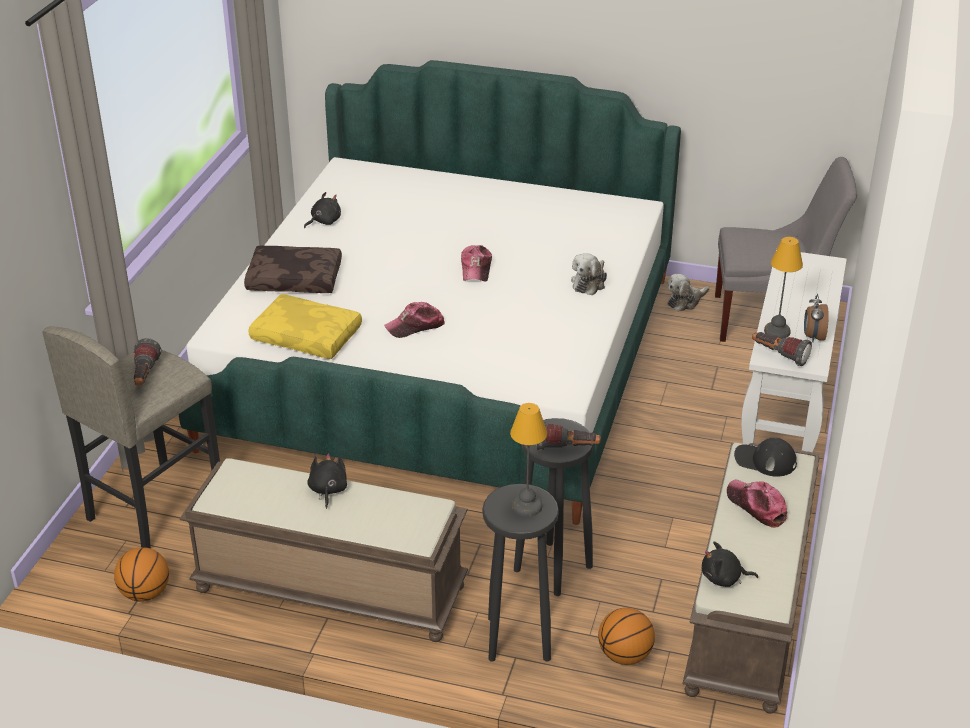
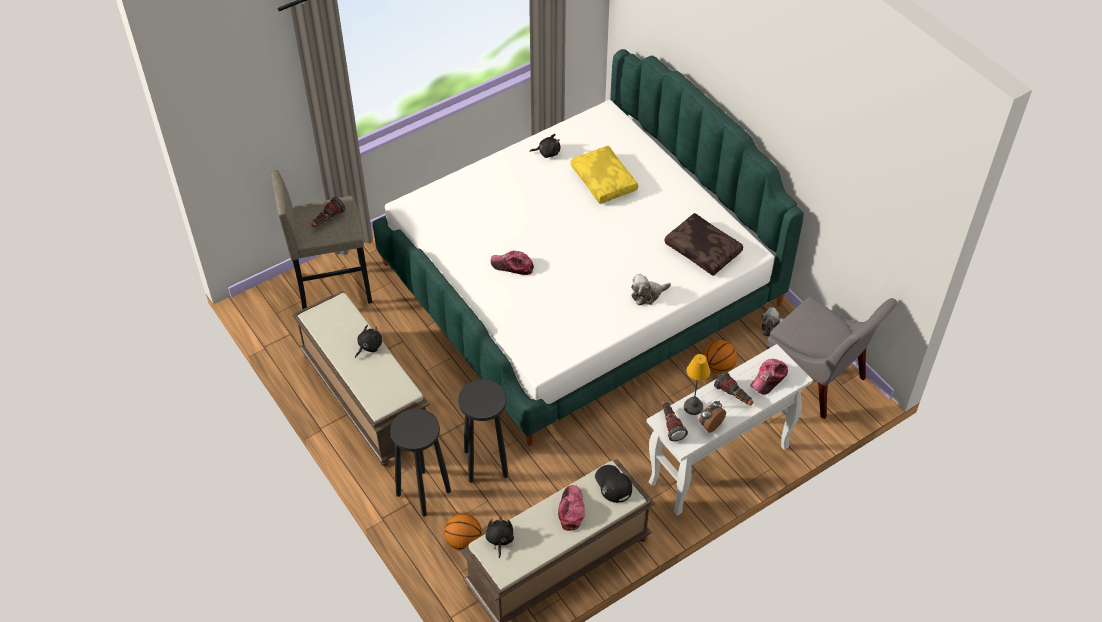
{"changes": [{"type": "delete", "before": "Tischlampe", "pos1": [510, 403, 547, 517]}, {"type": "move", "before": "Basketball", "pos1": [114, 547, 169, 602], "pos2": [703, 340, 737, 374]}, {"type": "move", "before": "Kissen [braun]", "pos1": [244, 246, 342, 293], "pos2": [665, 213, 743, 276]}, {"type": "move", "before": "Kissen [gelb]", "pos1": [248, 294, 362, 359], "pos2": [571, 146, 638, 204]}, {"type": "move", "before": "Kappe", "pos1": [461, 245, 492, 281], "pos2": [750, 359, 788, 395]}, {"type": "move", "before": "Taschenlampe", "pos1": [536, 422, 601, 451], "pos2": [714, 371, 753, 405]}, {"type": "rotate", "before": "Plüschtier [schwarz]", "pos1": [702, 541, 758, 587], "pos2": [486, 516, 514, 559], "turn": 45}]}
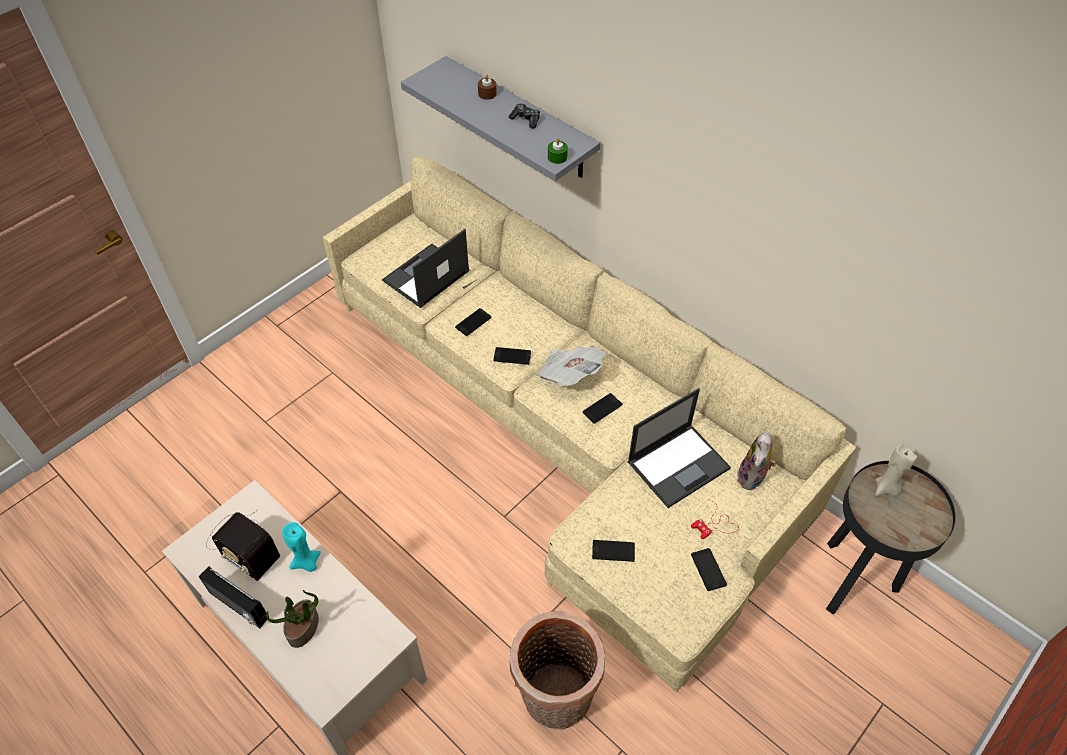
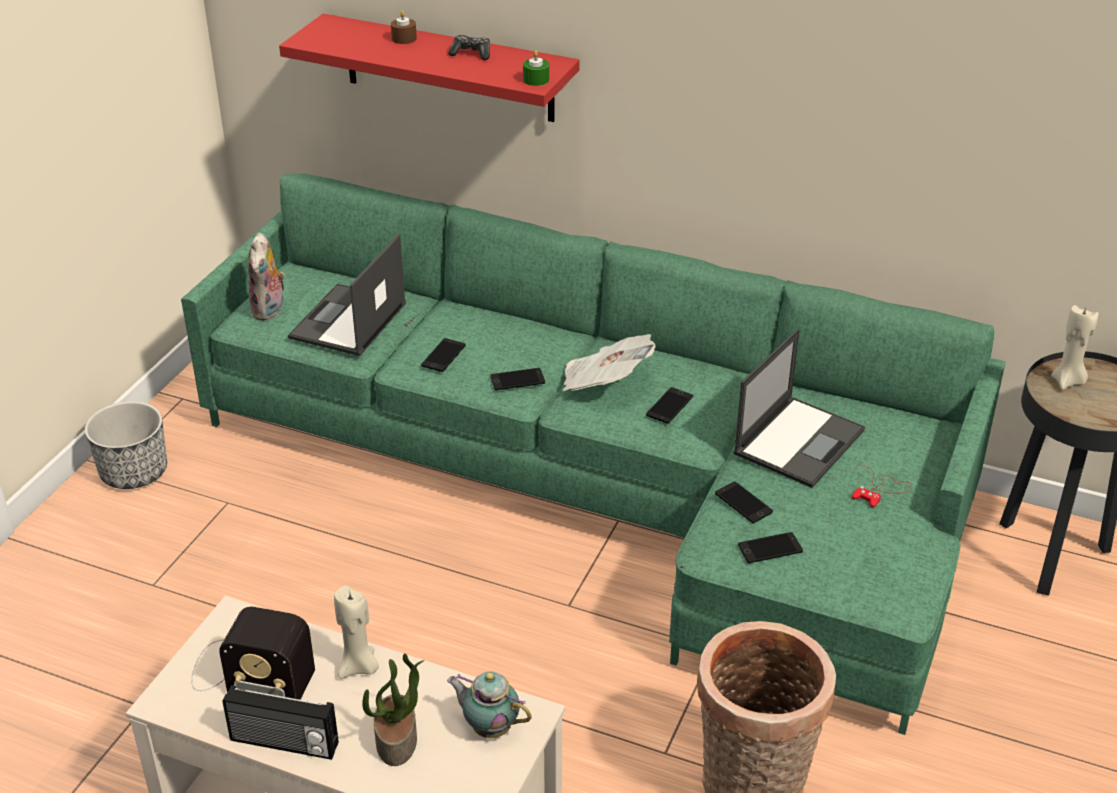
{"changes": [{"type": "insert", "after": "Pflanzkübel", "pos2": [85, 401, 167, 489]}, {"type": "insert", "after": "Teekanne", "pos2": [447, 671, 532, 738]}, {"type": "move", "before": "Handy", "pos1": [691, 548, 727, 591], "pos2": [715, 482, 773, 523]}, {"type": "move", "before": "Plüschtier", "pos1": [737, 432, 776, 490], "pos2": [248, 233, 285, 321]}, {"type": "recolor", "before": "Kerze [türkis]", "after": "Kerze [beige]", "pos1": [282, 522, 321, 572], "pos2": [334, 586, 379, 679]}, {"type": "recolor", "before": "Sofa [beige]", "after": "Sofa [grün]", "pos1": [322, 156, 856, 692], "pos2": [181, 173, 1005, 735]}, {"type": "recolor", "before": "Wandregal [grau]", "after": "Wandregal [rot]", "pos1": [401, 56, 600, 182], "pos2": [279, 14, 579, 122]}]}
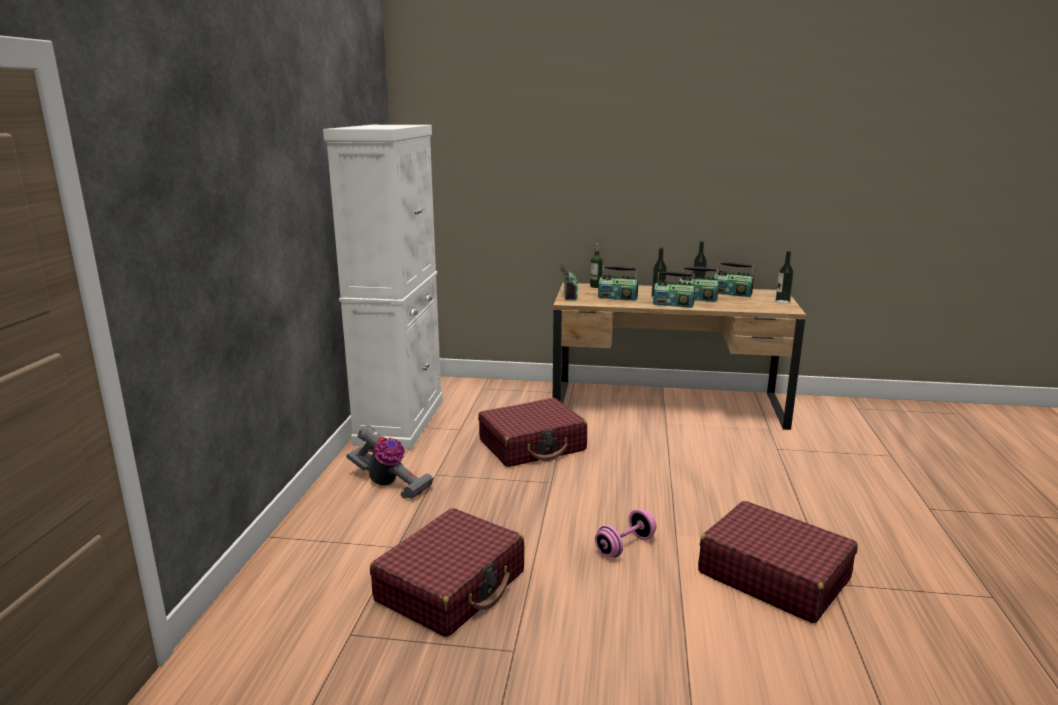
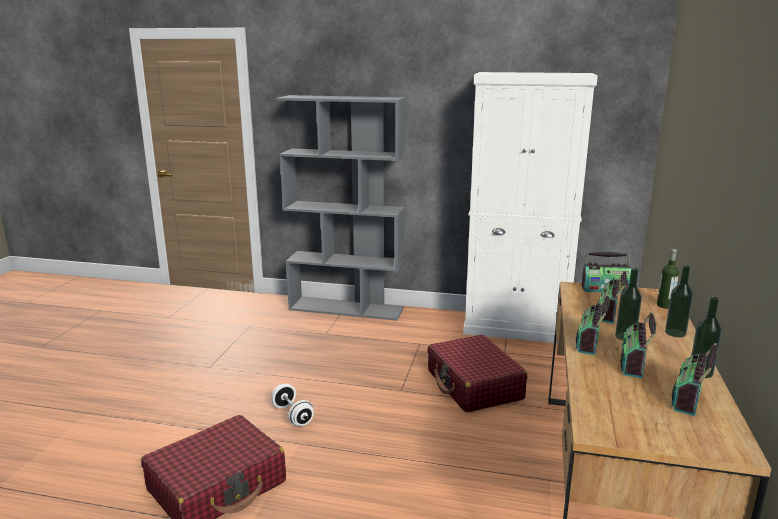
{"changes": [{"type": "delete", "before": "Staubsauger", "pos1": [346, 425, 434, 499]}, {"type": "delete", "before": "Koffer [rot]", "pos1": [370, 508, 524, 637]}, {"type": "insert", "after": "Bücherregal [grau]", "pos2": [276, 95, 406, 321]}, {"type": "move", "before": "Flasche", "pos1": [775, 251, 794, 304], "pos2": [665, 265, 693, 337]}, {"type": "recolor", "before": "Hantel [rosa]", "after": "Hantel [weiß]", "pos1": [595, 509, 656, 558], "pos2": [272, 384, 314, 426]}]}
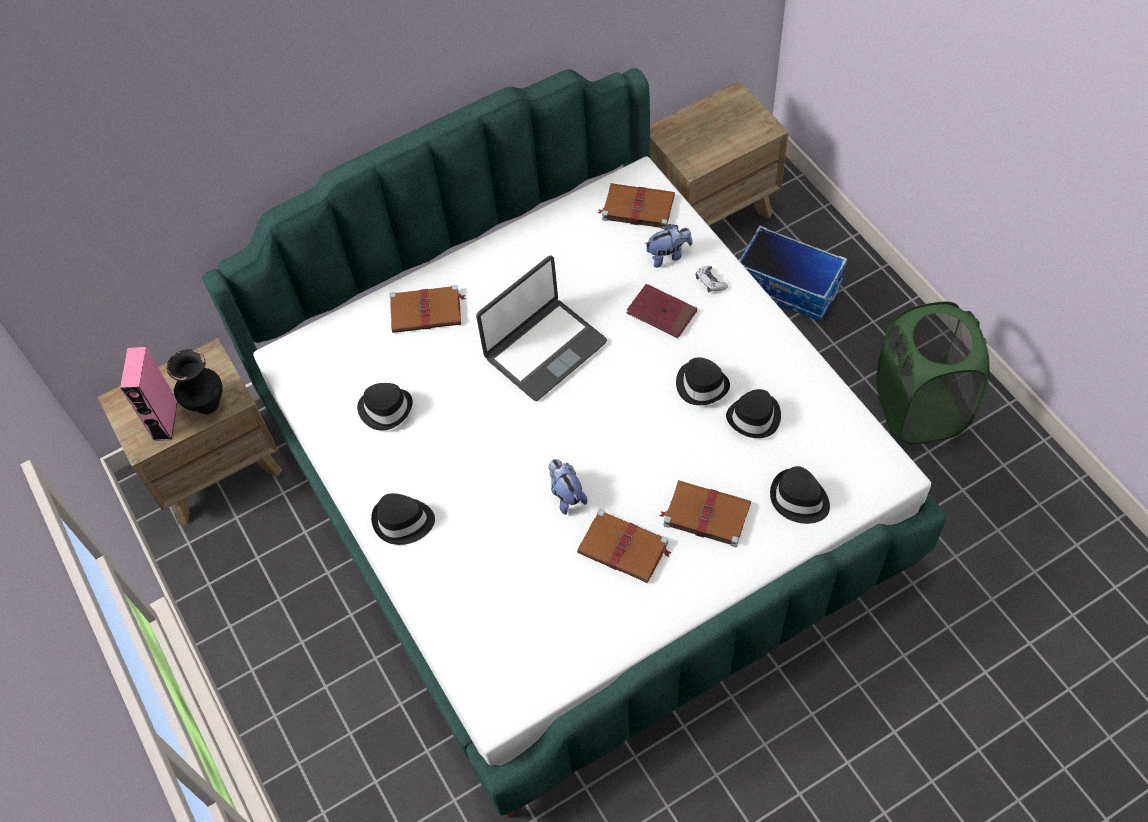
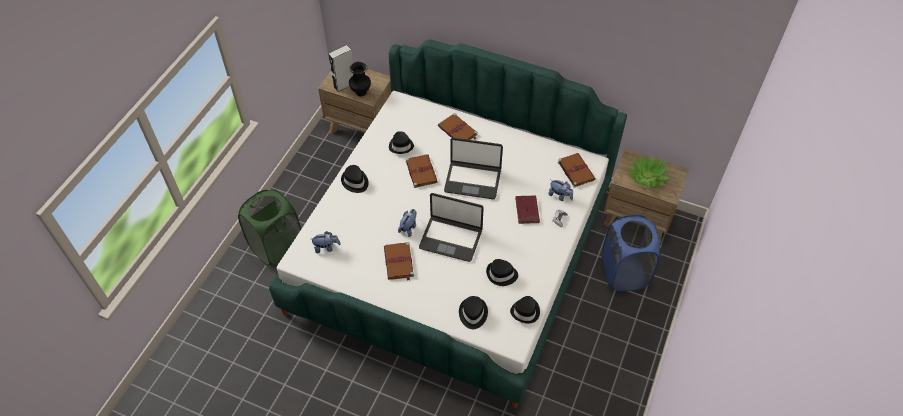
{"changes": [{"type": "insert", "after": "Plüschtier", "pos2": [312, 231, 341, 253]}, {"type": "insert", "after": "Laptop", "pos2": [419, 193, 484, 262]}, {"type": "insert", "after": "Topfpflanze", "pos2": [627, 155, 671, 188]}, {"type": "move", "before": "Buch [braun]", "pos1": [659, 480, 751, 547], "pos2": [406, 154, 438, 188]}, {"type": "move", "before": "Hut [schwarz]", "pos1": [676, 357, 730, 405], "pos2": [510, 296, 540, 323]}, {"type": "move", "before": "Wäschekorb [grün]", "pos1": [877, 302, 990, 444], "pos2": [238, 190, 301, 266]}, {"type": "replace", "before": "Aufbewahrungsbox", "after": "Wäschekorb [blau]", "pos1": [739, 225, 848, 322], "pos2": [602, 215, 661, 291]}, {"type": "recolor", "before": "Lautsprecher [rosa]", "after": "Lautsprecher [grau]", "pos1": [120, 347, 178, 441], "pos2": [328, 45, 353, 92]}]}
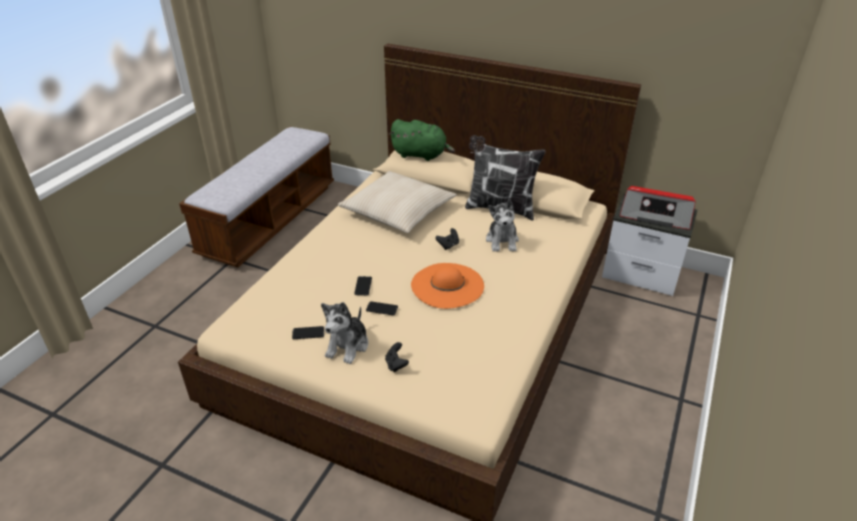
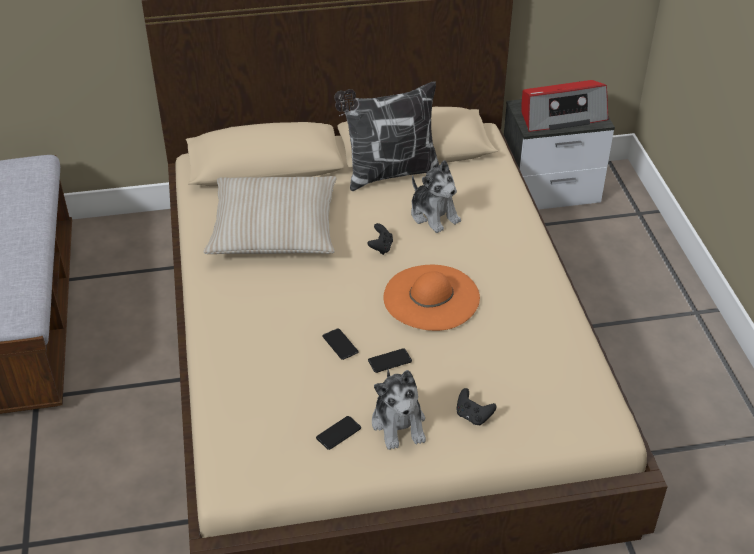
{"changes": [{"type": "delete", "before": "Plüschtier [grün]", "pos1": [389, 119, 455, 161]}]}
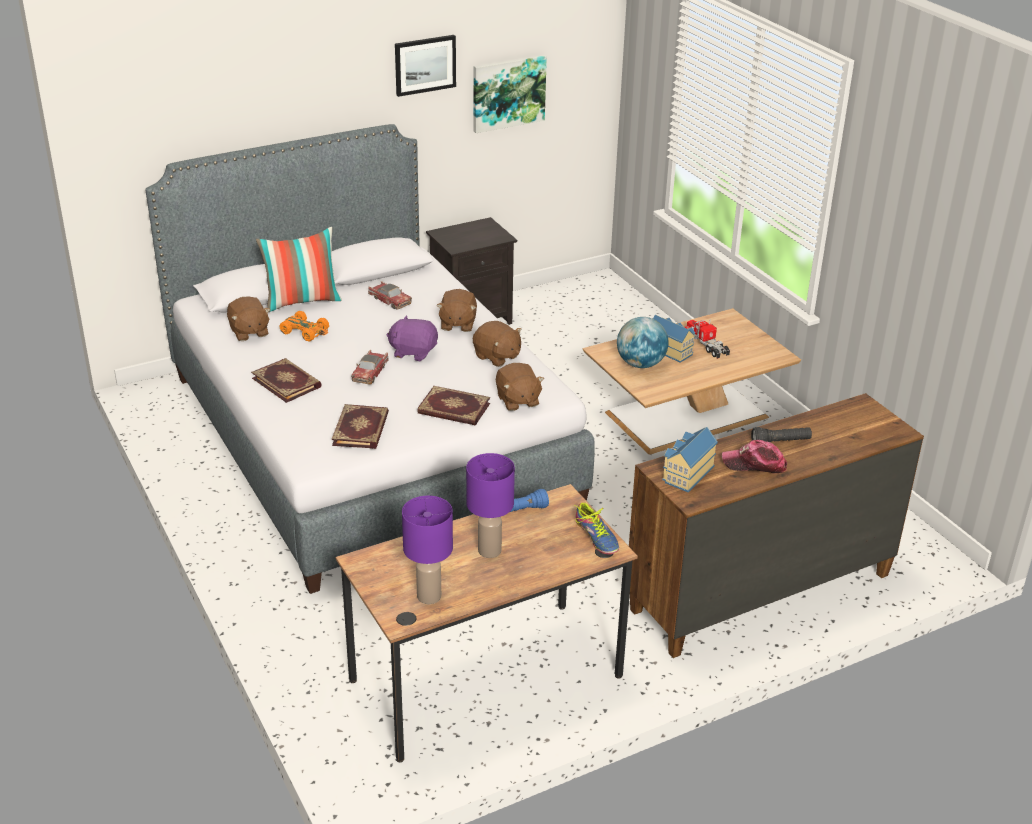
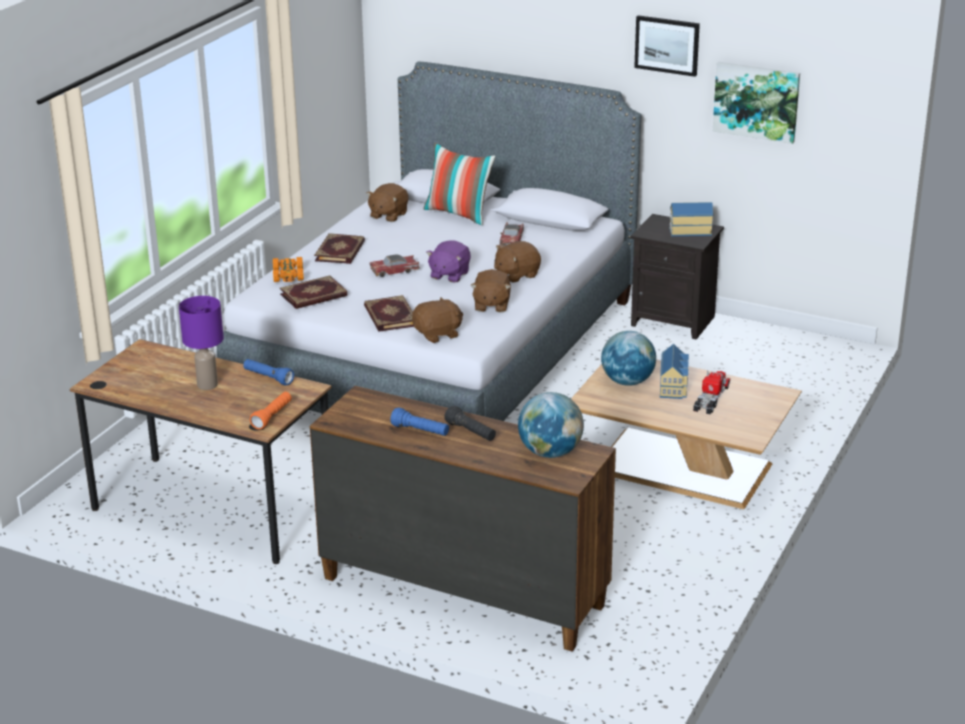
{"changes": [{"type": "delete", "before": "Tischlampe [lila]", "pos1": [402, 496, 453, 604]}, {"type": "insert", "after": "Globus", "pos2": [518, 392, 584, 458]}, {"type": "move", "before": "Spielzeugauto [orange]", "pos1": [279, 311, 329, 341], "pos2": [273, 257, 304, 282]}, {"type": "move", "before": "Spielzeughaus", "pos1": [662, 427, 718, 492], "pos2": [669, 202, 713, 236]}, {"type": "replace", "before": "Schuh", "after": "Taschenlampe [orange]", "pos1": [575, 502, 619, 555], "pos2": [250, 392, 292, 429]}, {"type": "replace", "before": "Kappe", "after": "Taschenlampe [blau]", "pos1": [722, 440, 787, 474], "pos2": [390, 408, 449, 436]}, {"type": "rotate", "before": "Plüschtier [lila]", "pos1": [386, 315, 438, 361], "pos2": [426, 240, 471, 283], "turn": -135}, {"type": "rotate", "before": "Plüschtier [braun]", "pos1": [496, 363, 544, 411], "pos2": [412, 297, 463, 343], "turn": -150}]}
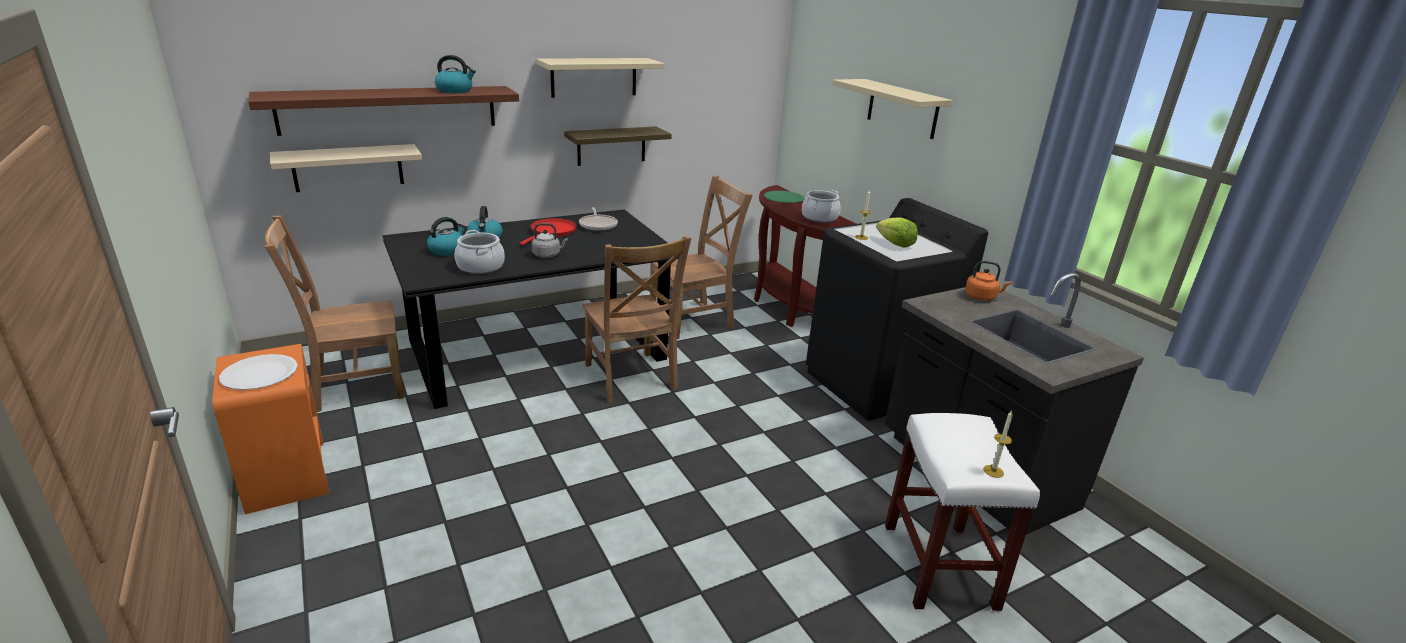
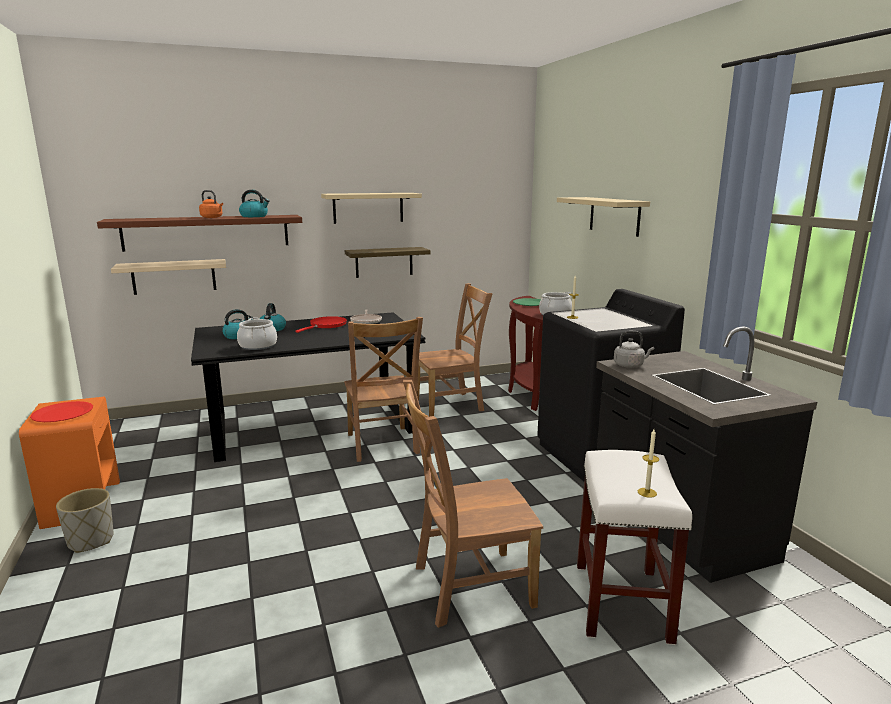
{"changes": [{"type": "delete", "before": "Salatkopf", "pos1": [876, 218, 918, 248]}, {"type": "insert", "after": "Pflanzkübel [grau]", "pos2": [56, 488, 114, 553]}, {"type": "move", "before": "Stuhl [braun]", "pos1": [264, 215, 404, 412], "pos2": [403, 380, 543, 628]}, {"type": "move", "before": "Wasserkessel [grau]", "pos1": [532, 223, 568, 258], "pos2": [614, 331, 654, 368]}, {"type": "move", "before": "Wasserkessel [orange]", "pos1": [965, 261, 1012, 301], "pos2": [199, 190, 223, 218]}, {"type": "recolor", "before": "Teller [weiß]", "after": "Teller [rot]", "pos1": [219, 354, 298, 390], "pos2": [30, 401, 93, 422]}]}
